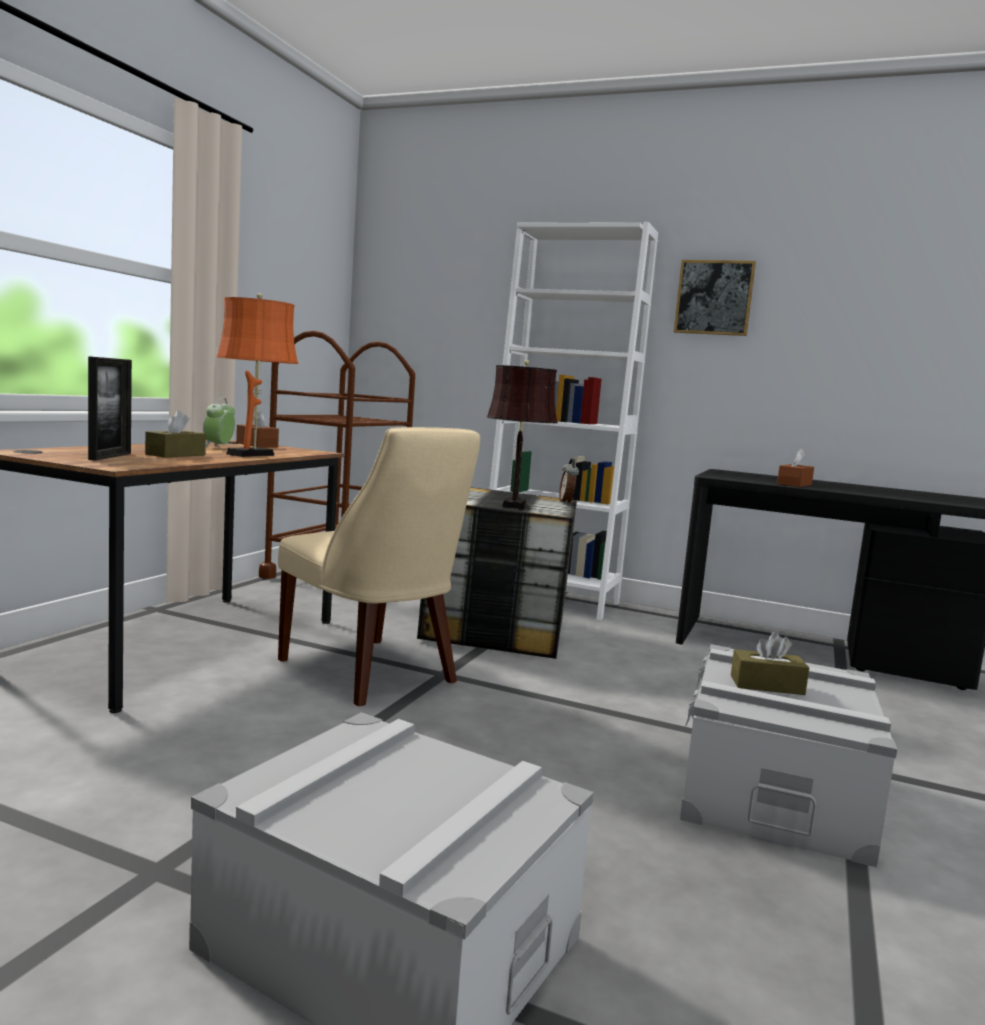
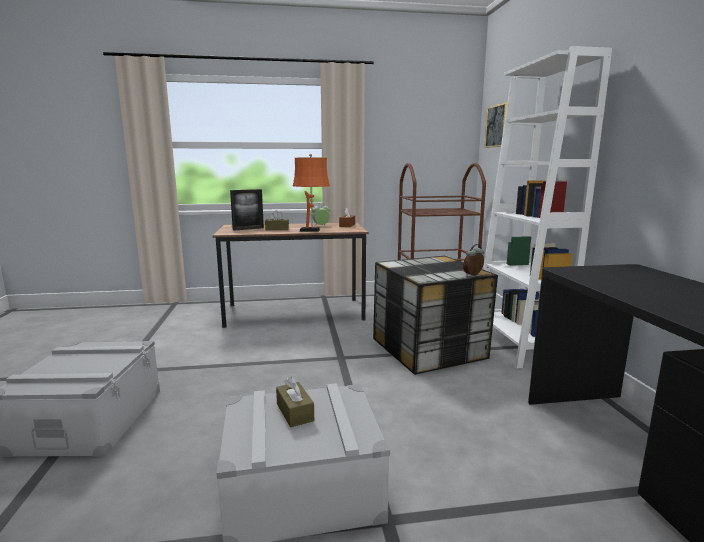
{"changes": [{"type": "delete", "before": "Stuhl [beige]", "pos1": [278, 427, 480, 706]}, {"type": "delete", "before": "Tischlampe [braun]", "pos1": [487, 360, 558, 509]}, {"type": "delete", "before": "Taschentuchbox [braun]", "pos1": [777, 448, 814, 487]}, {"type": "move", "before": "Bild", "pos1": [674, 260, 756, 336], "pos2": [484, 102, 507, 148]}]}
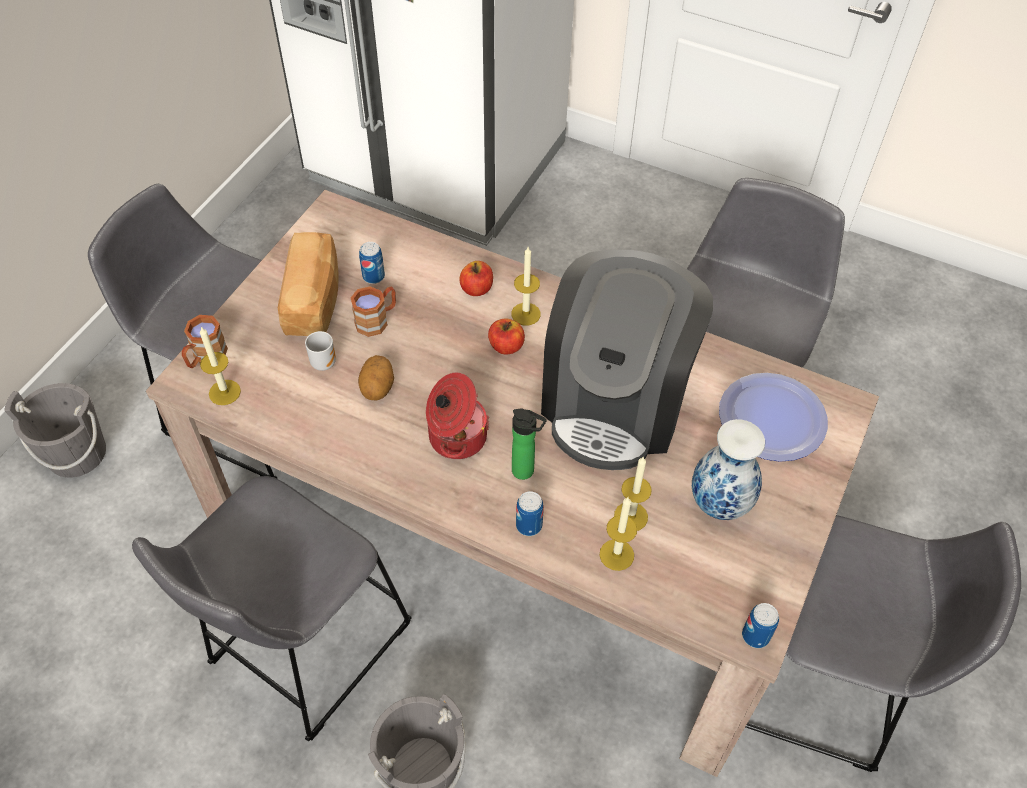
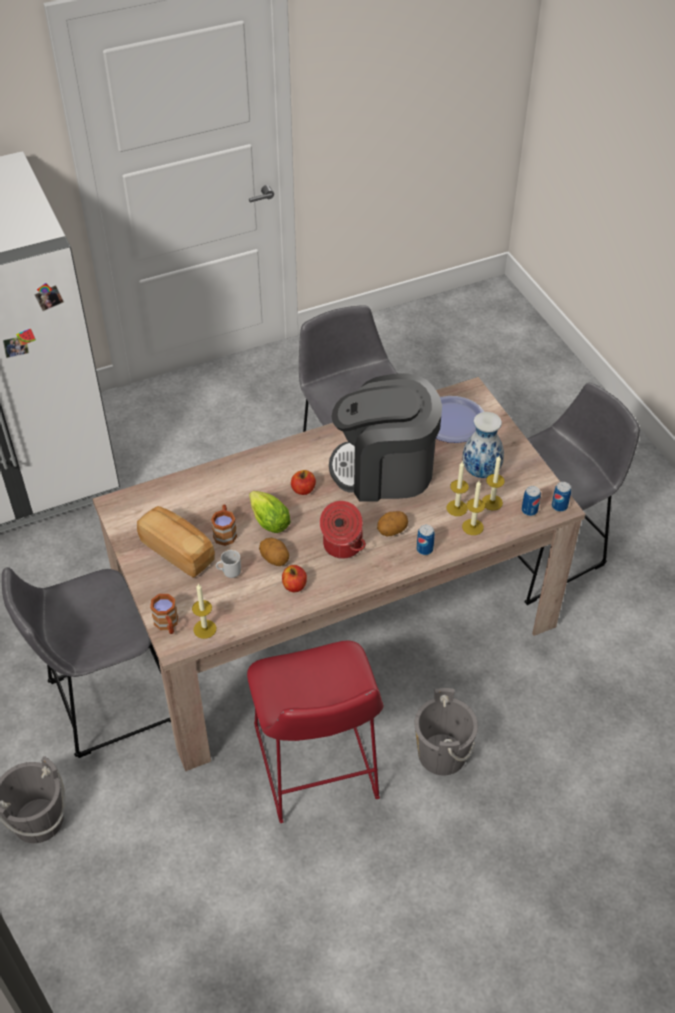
{"changes": [{"type": "insert", "after": "Salatkopf", "pos2": [249, 491, 291, 533]}, {"type": "move", "before": "Dose", "pos1": [359, 242, 385, 284], "pos2": [522, 486, 541, 516]}, {"type": "move", "before": "Apfel", "pos1": [460, 261, 493, 296], "pos2": [282, 565, 307, 592]}, {"type": "move", "before": "Kerze", "pos1": [511, 247, 541, 325], "pos2": [482, 456, 505, 510]}, {"type": "replace", "before": "Flasche", "after": "Kartoffel", "pos1": [512, 408, 547, 480], "pos2": [377, 511, 408, 536]}, {"type": "recolor", "before": "Hocker [grau]", "after": "Hocker [rot]", "pos1": [132, 476, 412, 741], "pos2": [247, 640, 383, 823]}, {"type": "rotate", "before": "Kaffeemaschine", "pos1": [541, 250, 713, 470], "pos2": [329, 373, 442, 502], "turn": 120}]}
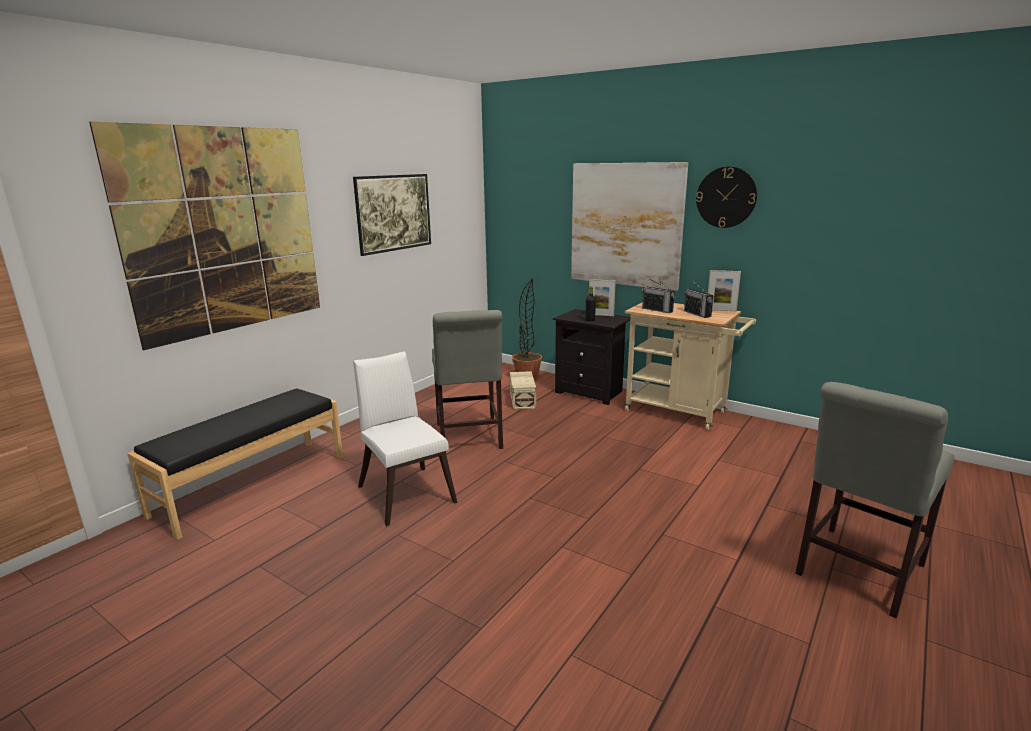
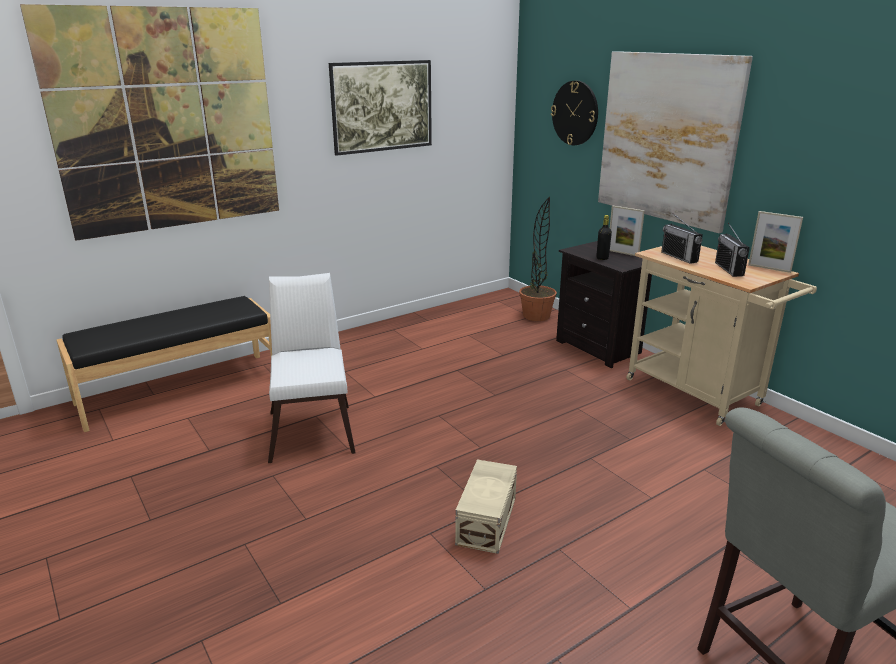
{"changes": [{"type": "delete", "before": "Stuhl [grau]", "pos1": [432, 310, 503, 449]}, {"type": "move", "before": "Aufbewahrungsbox [beige]", "pos1": [510, 371, 536, 410], "pos2": [455, 459, 517, 554]}, {"type": "move", "before": "Wanduhr", "pos1": [696, 167, 757, 228], "pos2": [551, 81, 598, 145]}]}
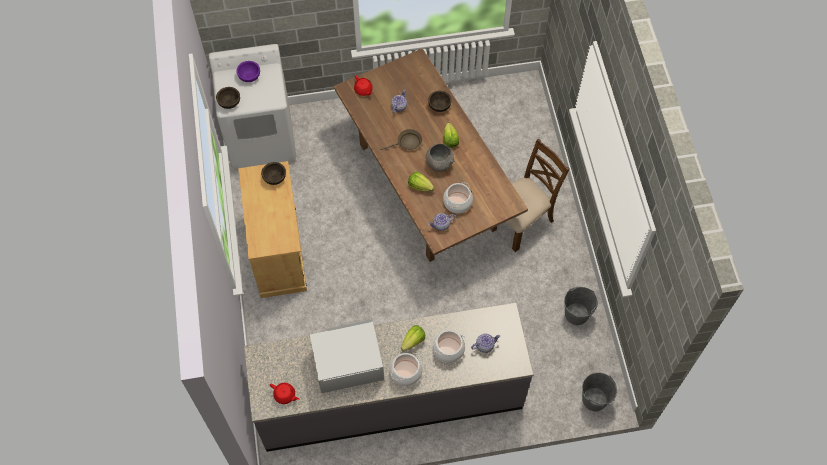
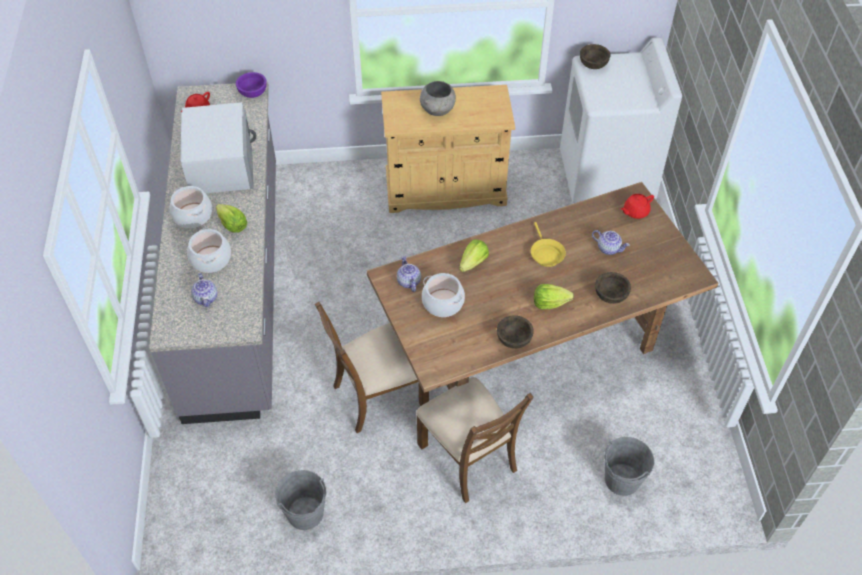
{"changes": [{"type": "insert", "after": "Stuhl [braun]", "pos2": [315, 302, 429, 433]}, {"type": "move", "before": "Schüssel [lila]", "pos1": [236, 61, 260, 82], "pos2": [236, 72, 267, 98]}, {"type": "move", "before": "Schüssel [braun]", "pos1": [261, 162, 286, 185], "pos2": [497, 315, 534, 349]}, {"type": "move", "before": "Schüssel [grau]", "pos1": [426, 144, 455, 172], "pos2": [420, 81, 456, 116]}, {"type": "move", "before": "Eimer [grau]", "pos1": [582, 372, 617, 411], "pos2": [604, 437, 654, 496]}, {"type": "recolor", "before": "Pfanne [braun]", "after": "Pfanne [gelb]", "pos1": [380, 129, 422, 150], "pos2": [531, 222, 566, 267]}]}
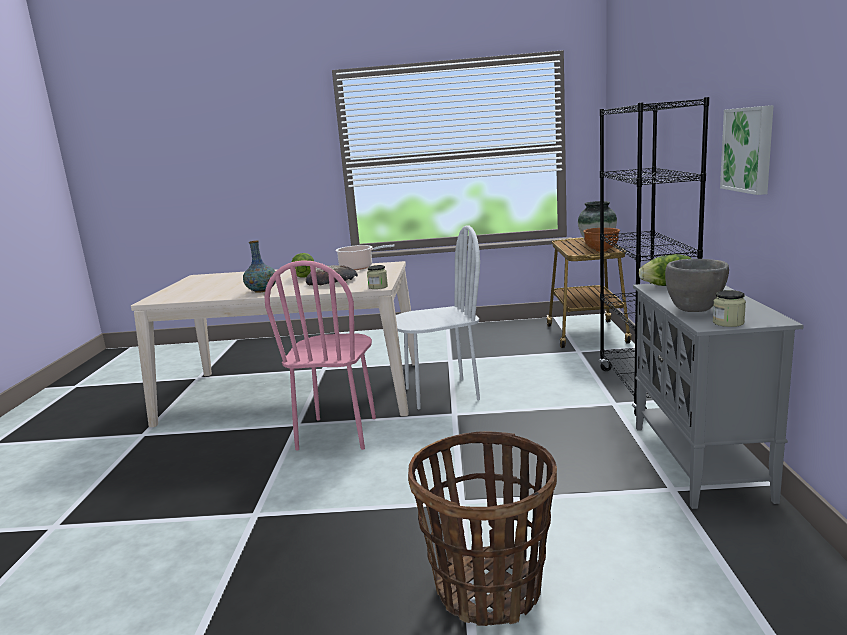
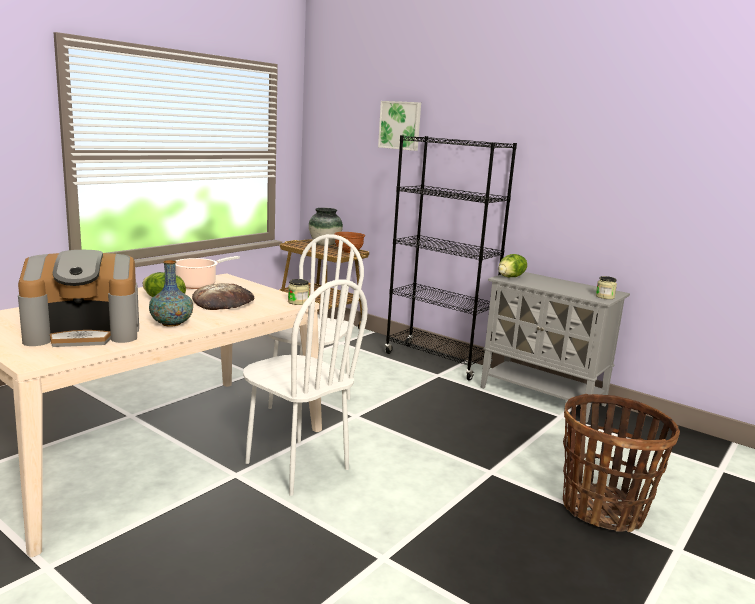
{"changes": [{"type": "delete", "before": "Schüssel [grau]", "pos1": [665, 259, 729, 312]}, {"type": "insert", "after": "Kaffeemaschine", "pos2": [18, 250, 139, 347]}, {"type": "move", "before": "Bild", "pos1": [720, 105, 774, 195], "pos2": [378, 101, 421, 151]}, {"type": "recolor", "before": "Stuhl [rosa]", "after": "Stuhl [weiß]", "pos1": [264, 260, 376, 450], "pos2": [243, 279, 368, 496]}]}
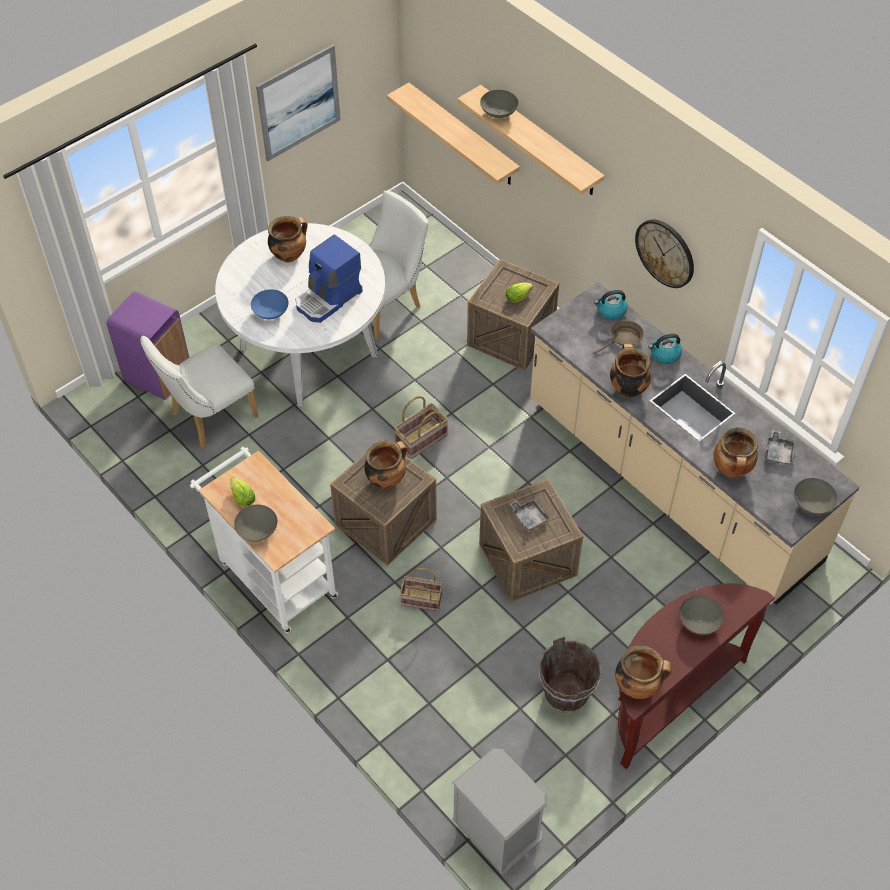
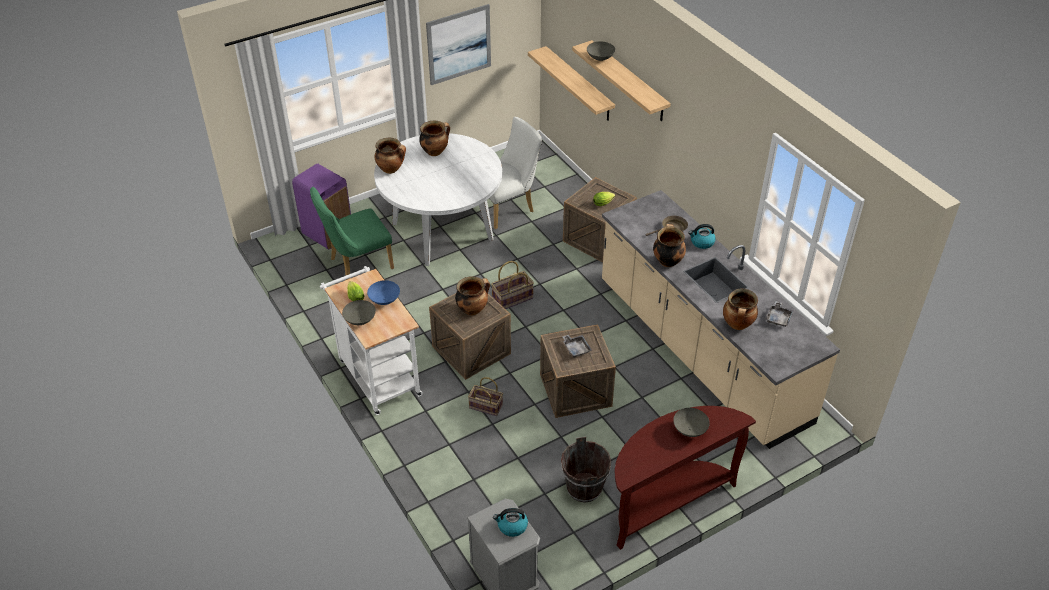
{"changes": [{"type": "delete", "before": "Kaffeemaschine", "pos1": [296, 234, 363, 323]}, {"type": "delete", "before": "Wanduhr", "pos1": [635, 219, 694, 288]}, {"type": "delete", "before": "Schüssel [grau]", "pos1": [794, 478, 837, 514]}, {"type": "move", "before": "Schüssel [blau]", "pos1": [251, 289, 288, 319], "pos2": [367, 280, 400, 305]}, {"type": "move", "before": "Wasserkessel", "pos1": [594, 290, 628, 320], "pos2": [493, 508, 528, 537]}, {"type": "move", "before": "Kochtopf", "pos1": [615, 645, 671, 699], "pos2": [375, 138, 406, 174]}, {"type": "recolor", "before": "Stuhl [weiß]", "after": "Stuhl [grün]", "pos1": [140, 336, 259, 448], "pos2": [310, 187, 394, 280]}]}
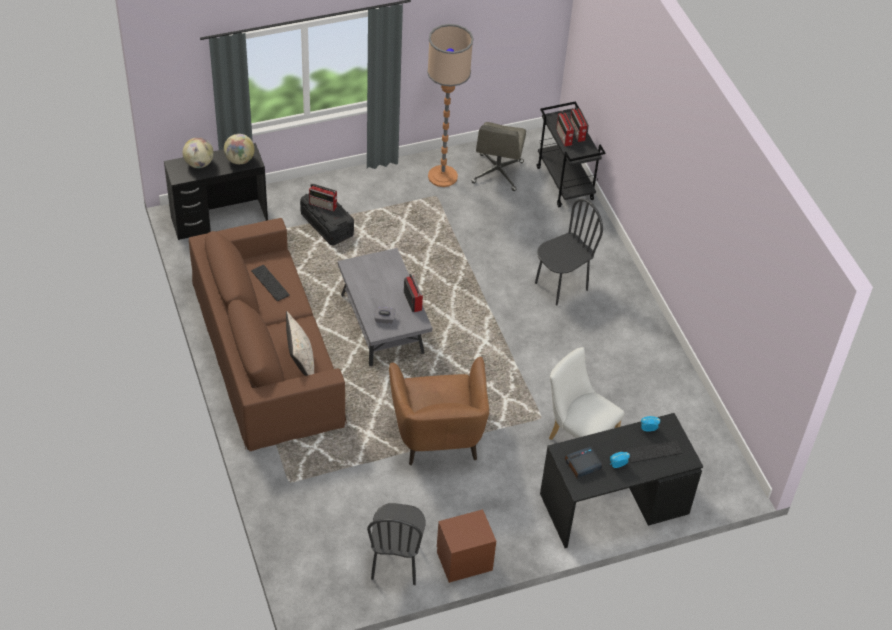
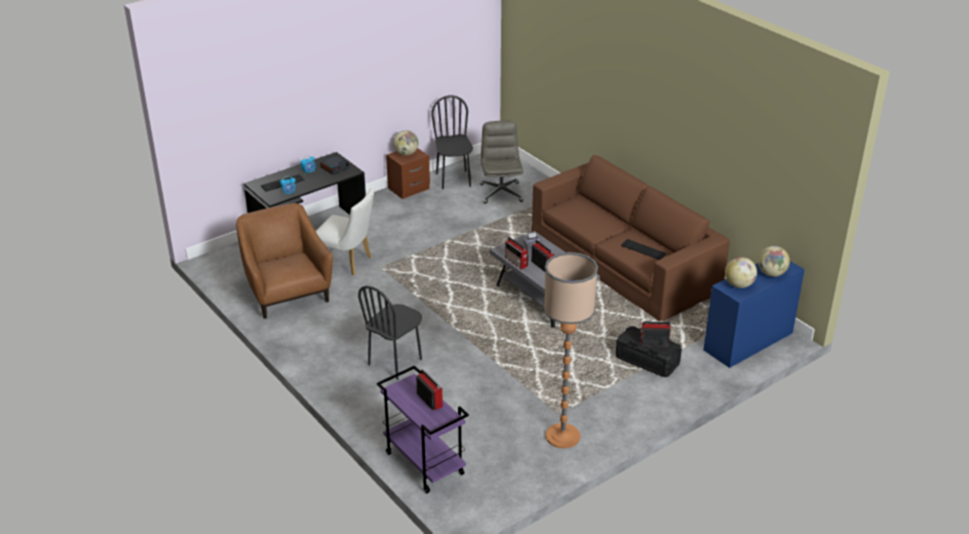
{"changes": [{"type": "delete", "before": "Kissen [beige]", "pos1": [286, 311, 314, 376]}, {"type": "insert", "after": "Globus", "pos2": [393, 130, 419, 155]}, {"type": "move", "before": "Sessel [braun]", "pos1": [389, 357, 489, 465], "pos2": [236, 203, 333, 319]}, {"type": "move", "before": "Bürostuhl [grau]", "pos1": [472, 122, 526, 191], "pos2": [480, 121, 523, 204]}, {"type": "move", "before": "Radio", "pos1": [570, 106, 589, 142], "pos2": [531, 240, 554, 272]}, {"type": "recolor", "before": "Schreibtisch [schwarz]", "after": "Schreibtisch [blau]", "pos1": [164, 143, 268, 240], "pos2": [703, 261, 805, 368]}, {"type": "recolor", "before": "Rollwagen [schwarz]", "after": "Rollwagen [lila]", "pos1": [537, 101, 605, 207], "pos2": [377, 366, 469, 493]}]}
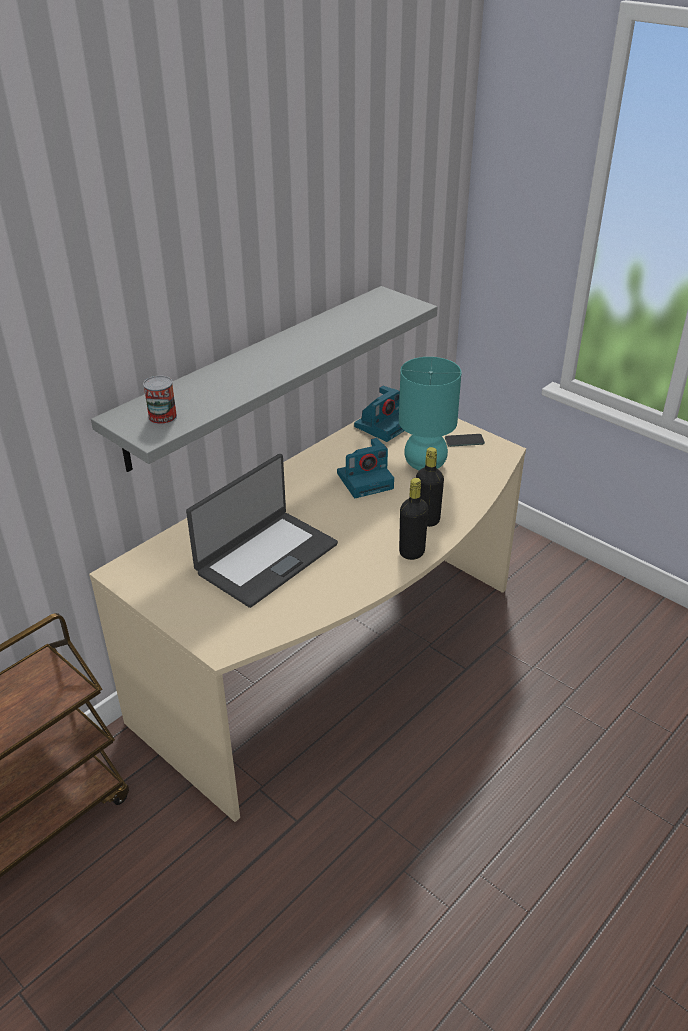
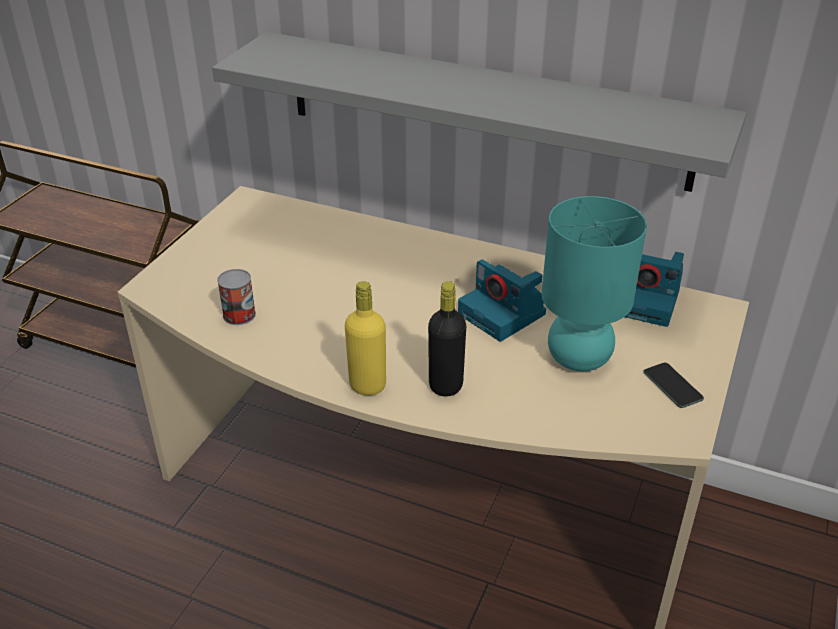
{"changes": [{"type": "delete", "before": "Laptop", "pos1": [186, 454, 338, 608]}, {"type": "move", "before": "Dose", "pos1": [143, 376, 177, 425], "pos2": [217, 269, 256, 325]}, {"type": "recolor", "before": "Flasche [schwarz]", "after": "Flasche [gelb]", "pos1": [399, 478, 428, 560], "pos2": [345, 281, 386, 396]}]}
